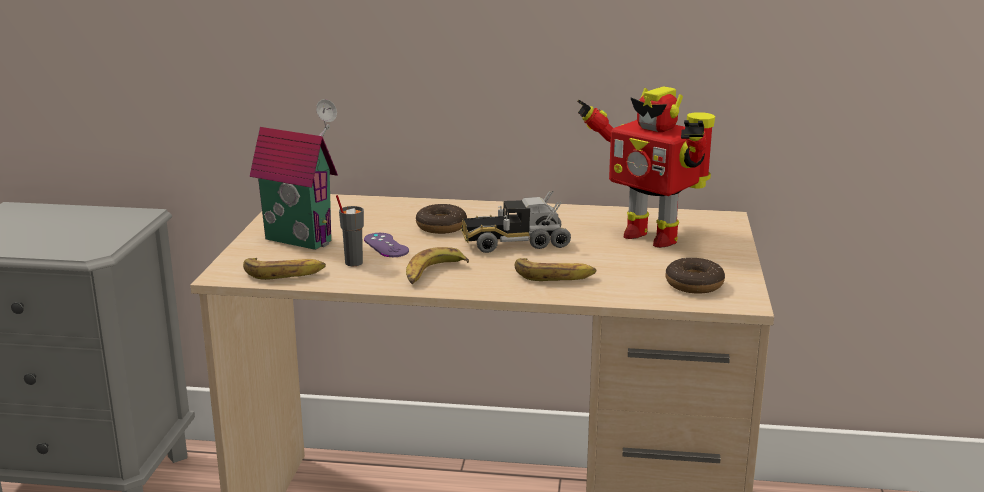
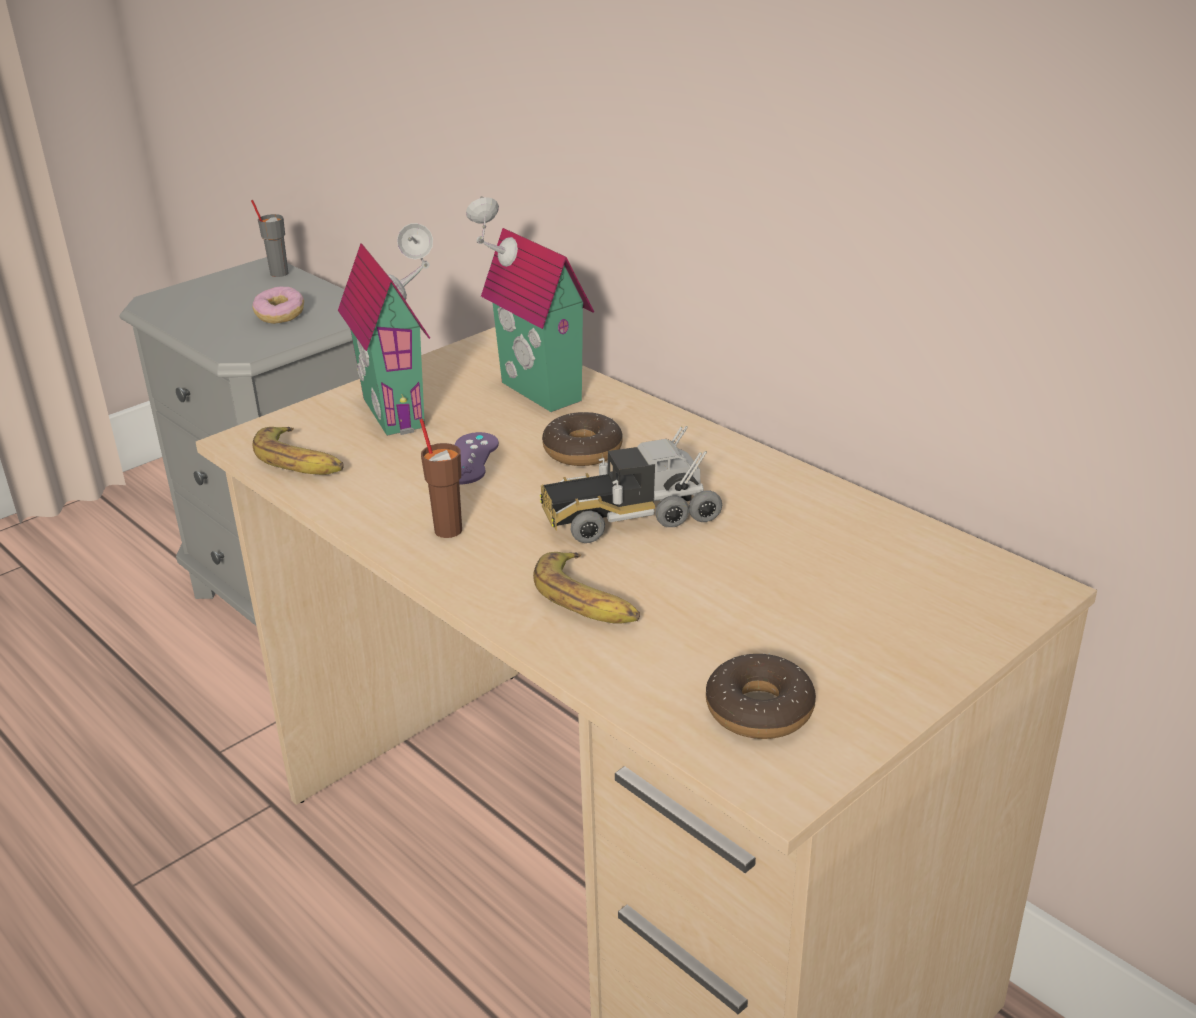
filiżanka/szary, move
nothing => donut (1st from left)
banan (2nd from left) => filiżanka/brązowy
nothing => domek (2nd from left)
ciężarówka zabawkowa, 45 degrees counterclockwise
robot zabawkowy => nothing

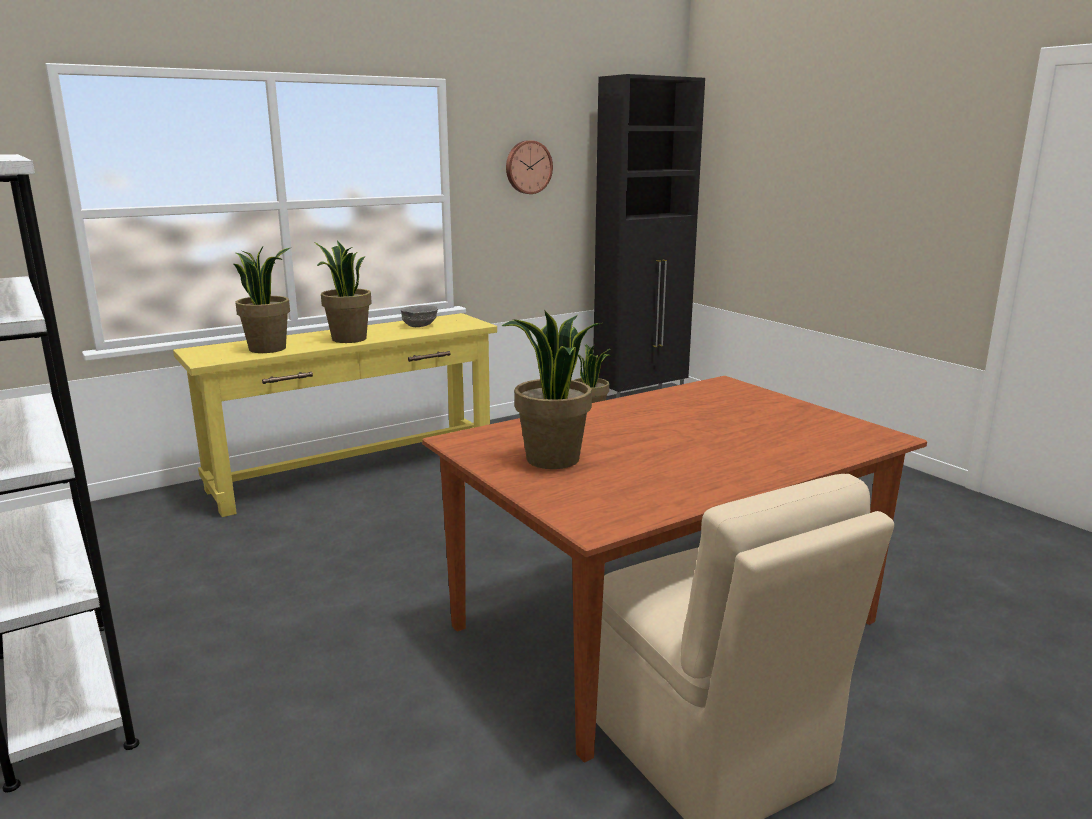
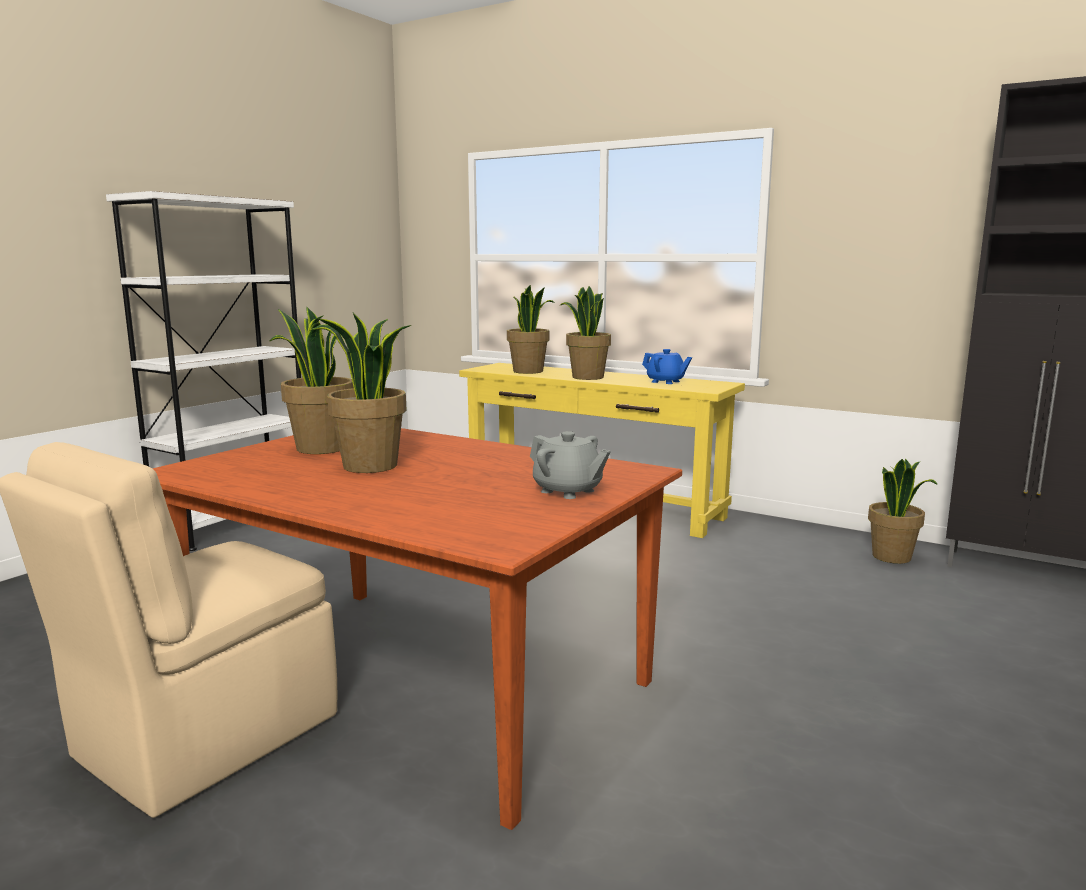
nothing => roślina doniczkowa (2nd from left)
nothing => imbryk/szary
miska/szary => imbryk/niebieski
zegar ścienny => nothing

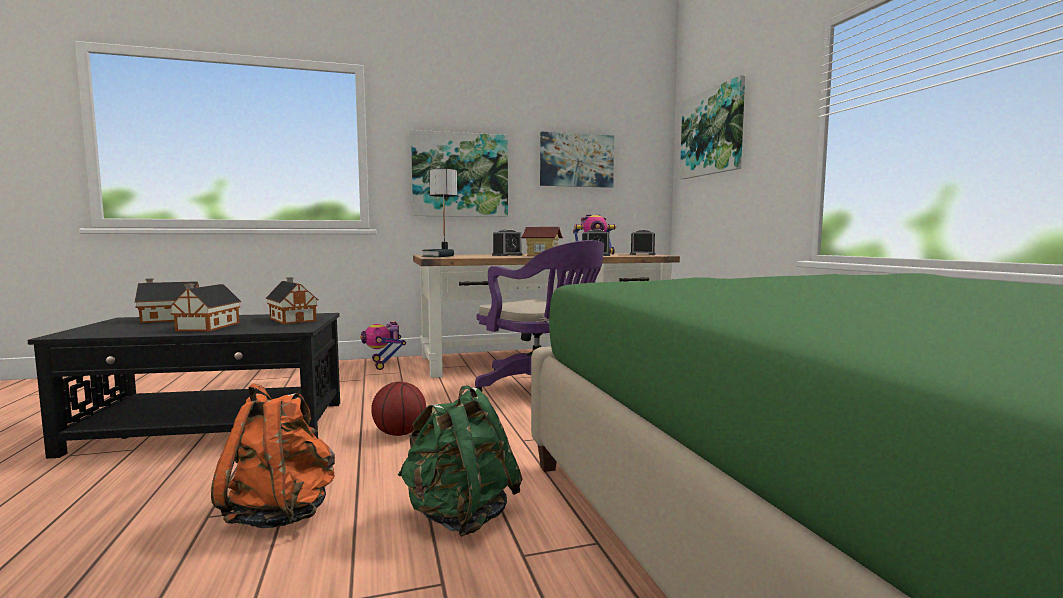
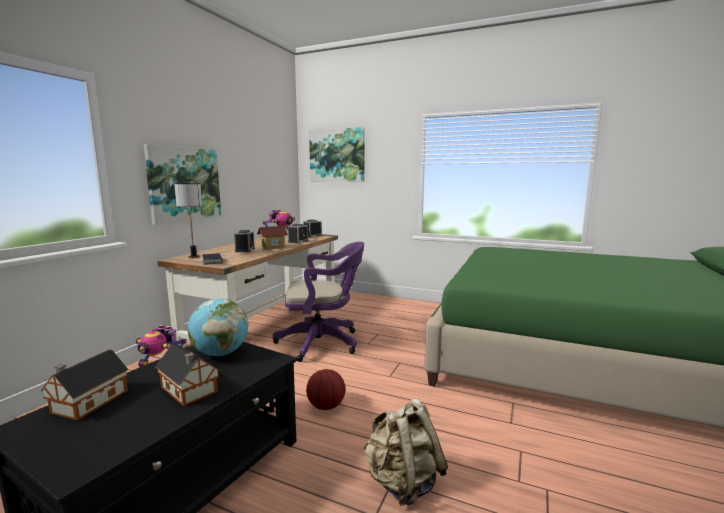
domek (3rd from left) => globus
plecak/pomarańczowy => plecak/beżowy
plecak/zielony => nothing
obraz (2nd from left) => nothing

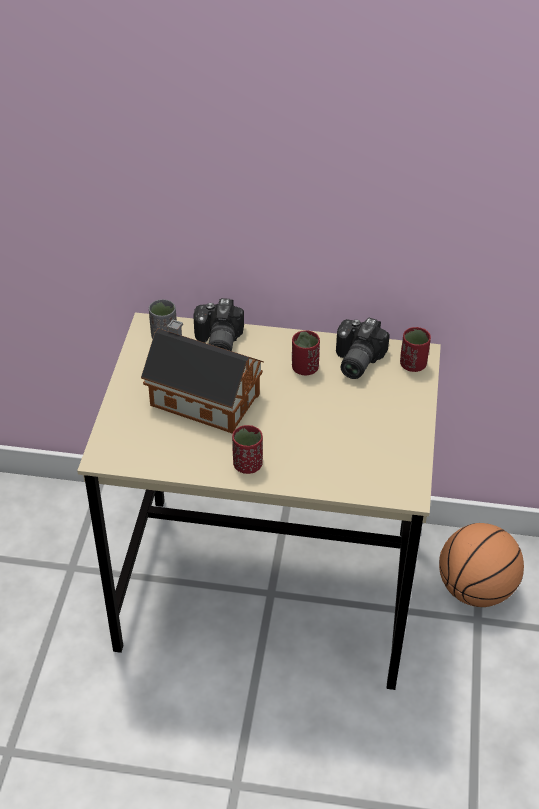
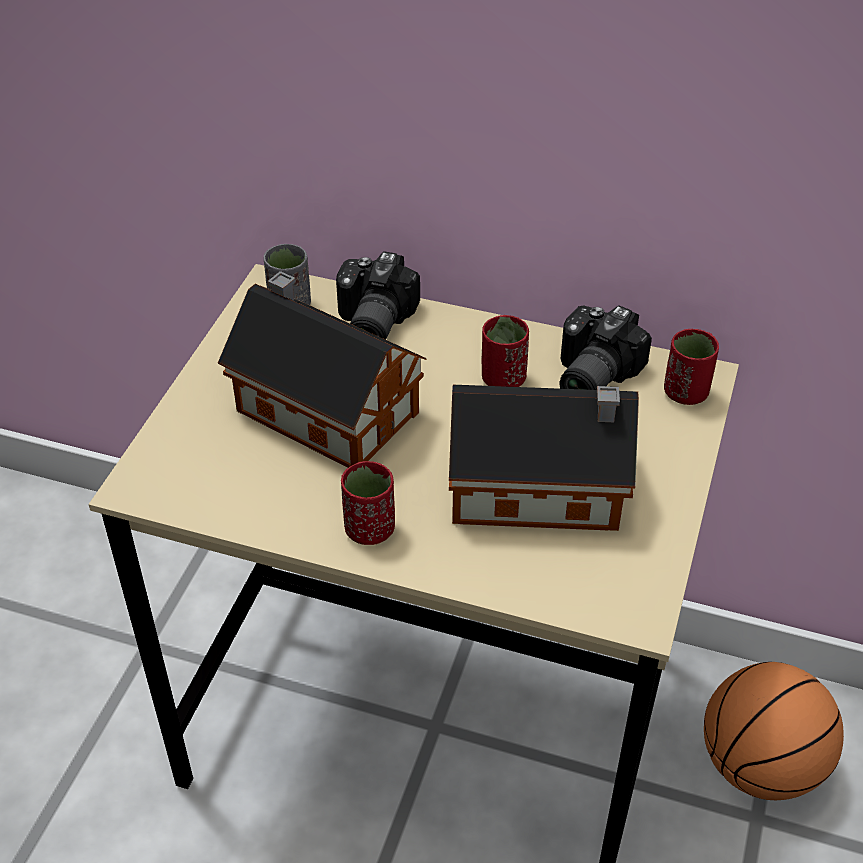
nothing => domek (2nd from left)

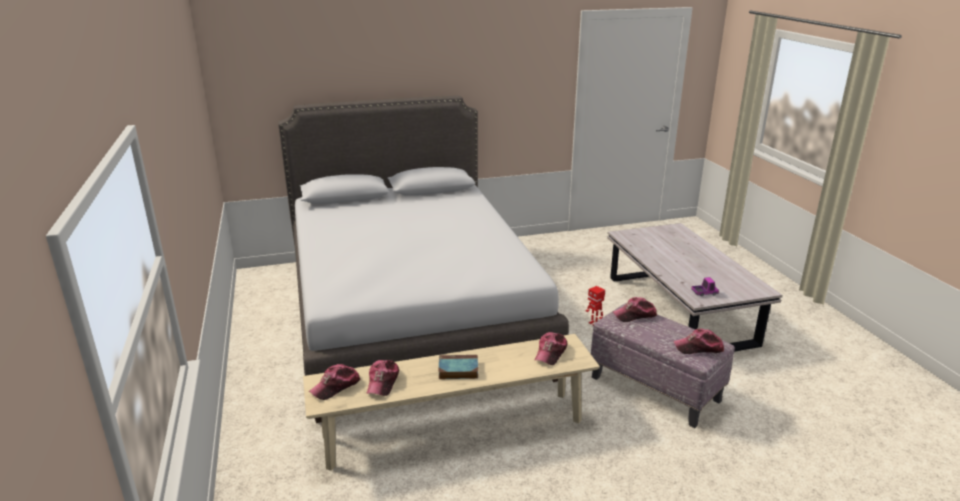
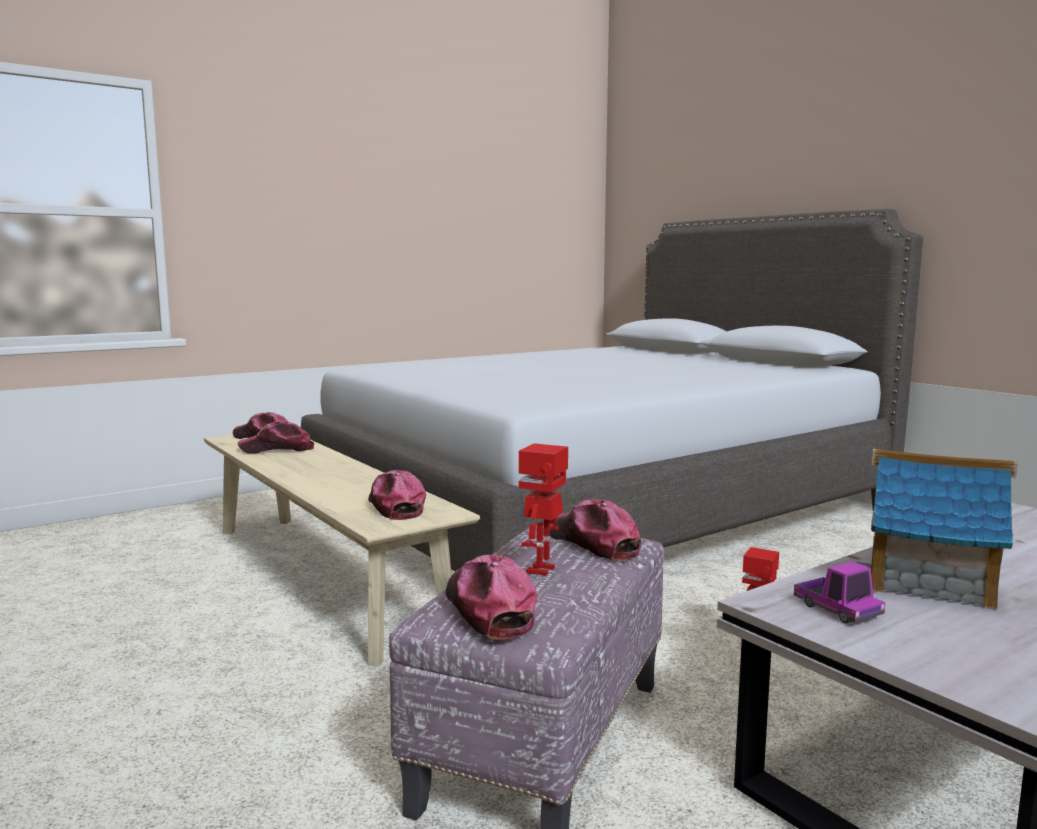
czapka z daszkiem (3rd from left), 60 degrees clockwise
nothing => robot zabawkowy (1st from left)
nothing => domek
książka => nothing

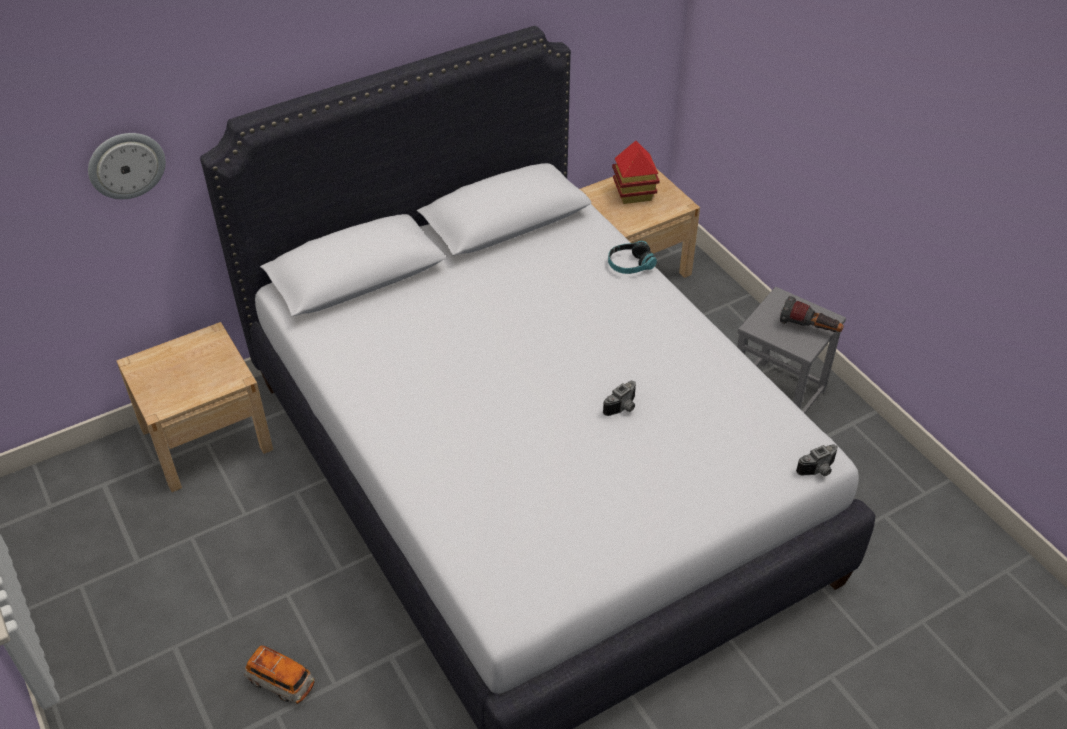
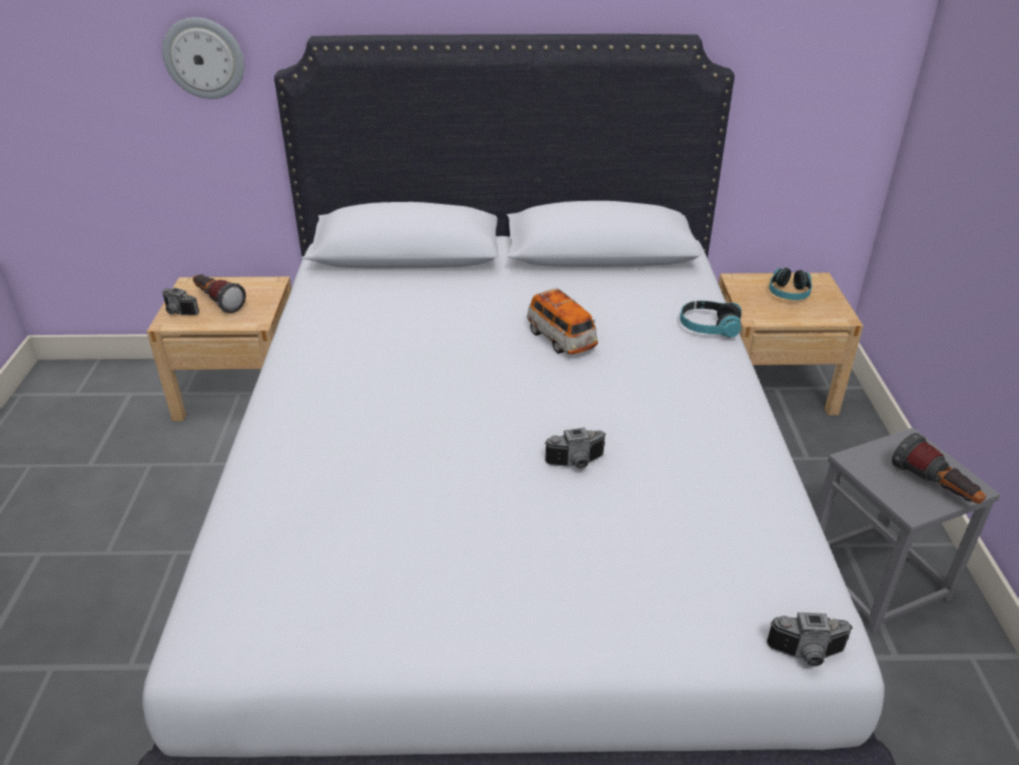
nothing => aparat fotograficzny (1st from left)
nothing => latarka (1st from left)
samochodzik, move
domek => słuchawki (2nd from left)

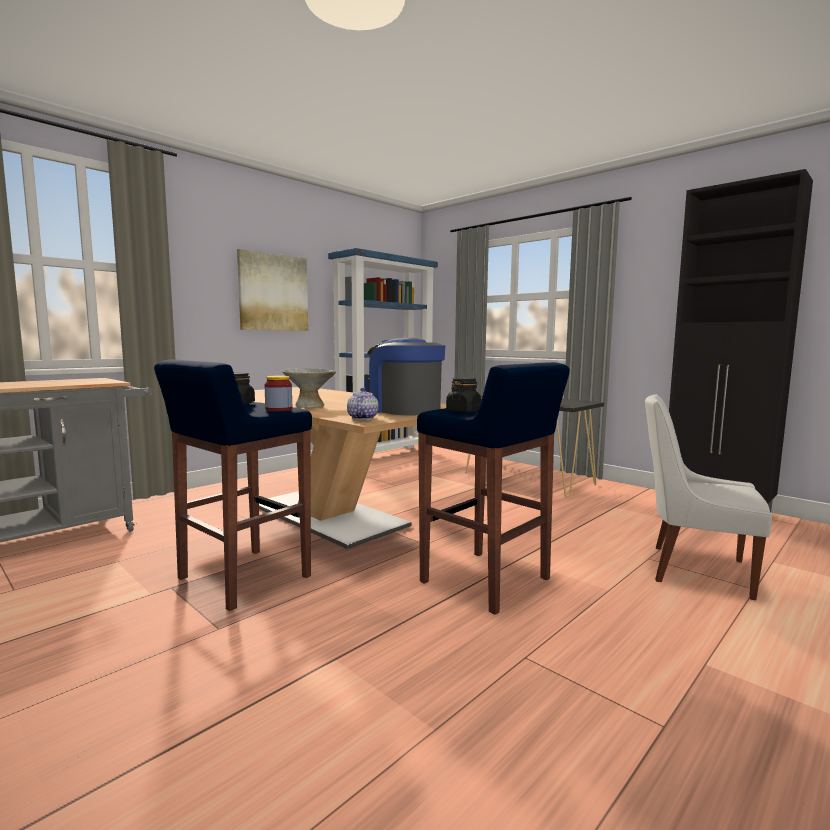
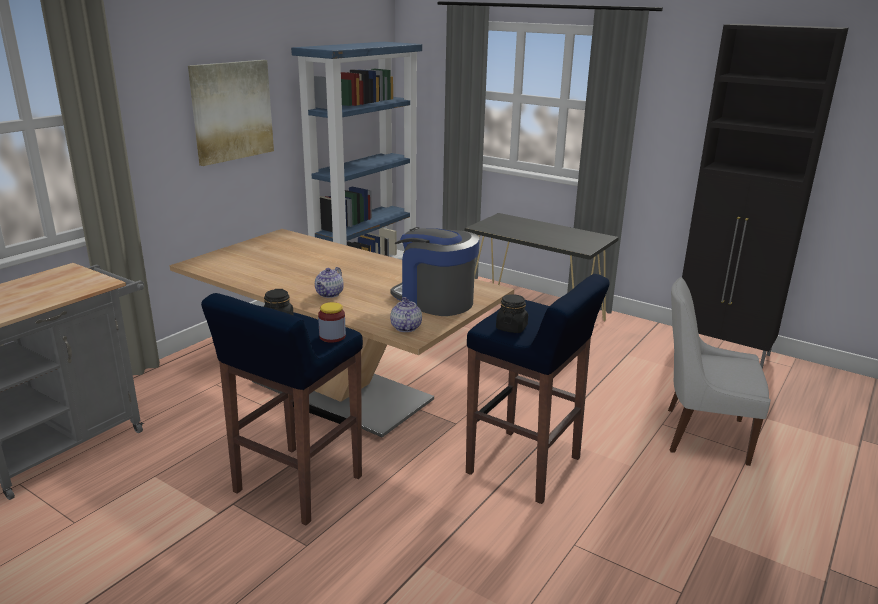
miska/szary => imbryk (1st from left)

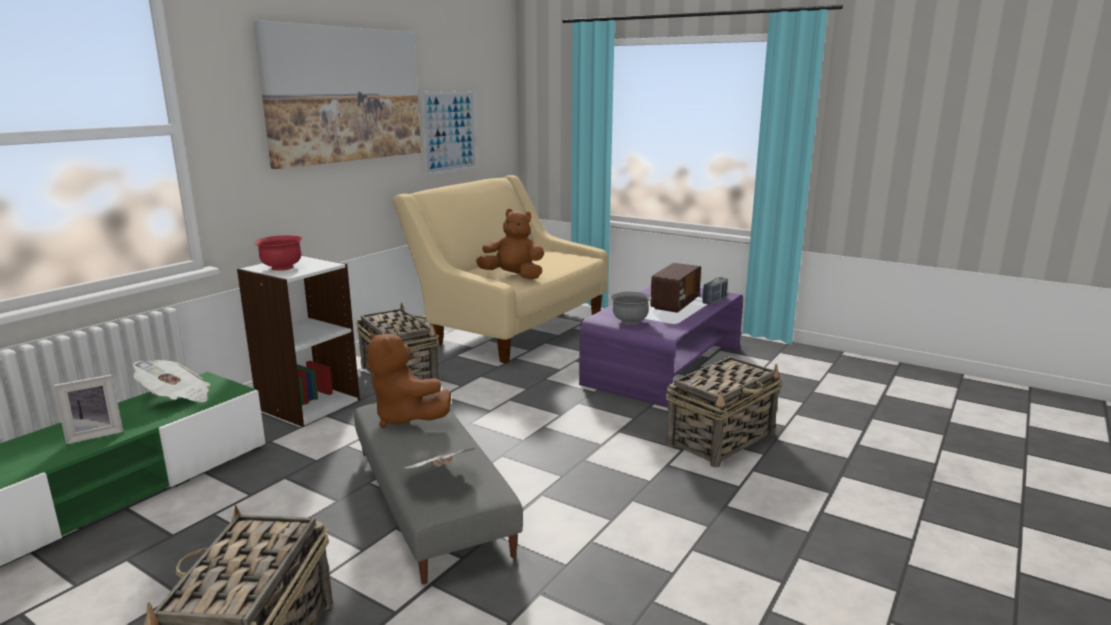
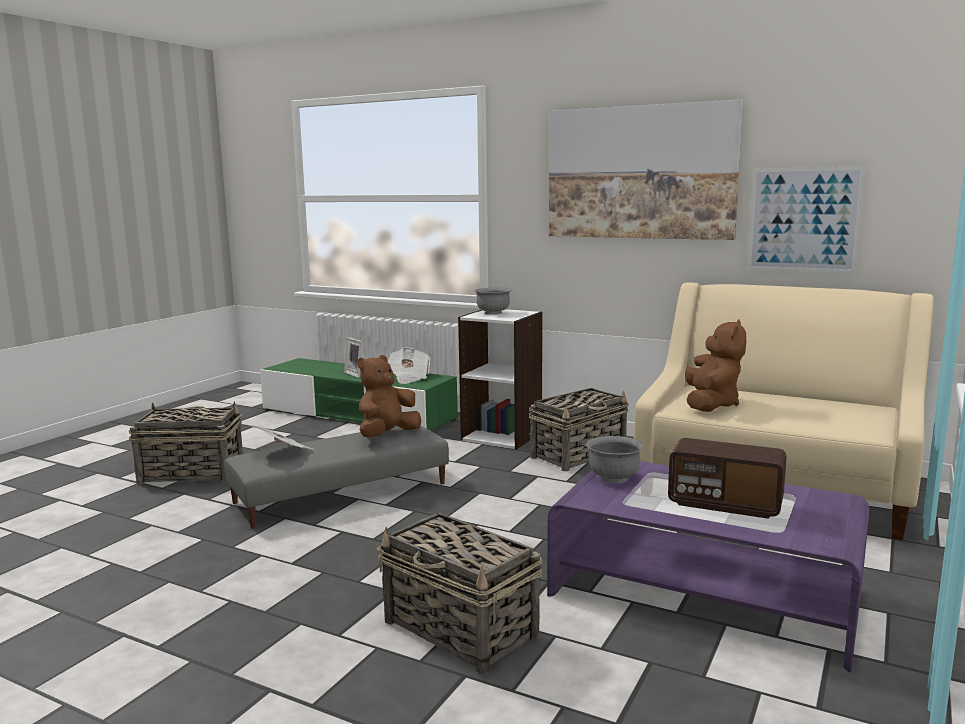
miska/czerwony => miska/szary (1st from left)
radio (2nd from left) => nothing

